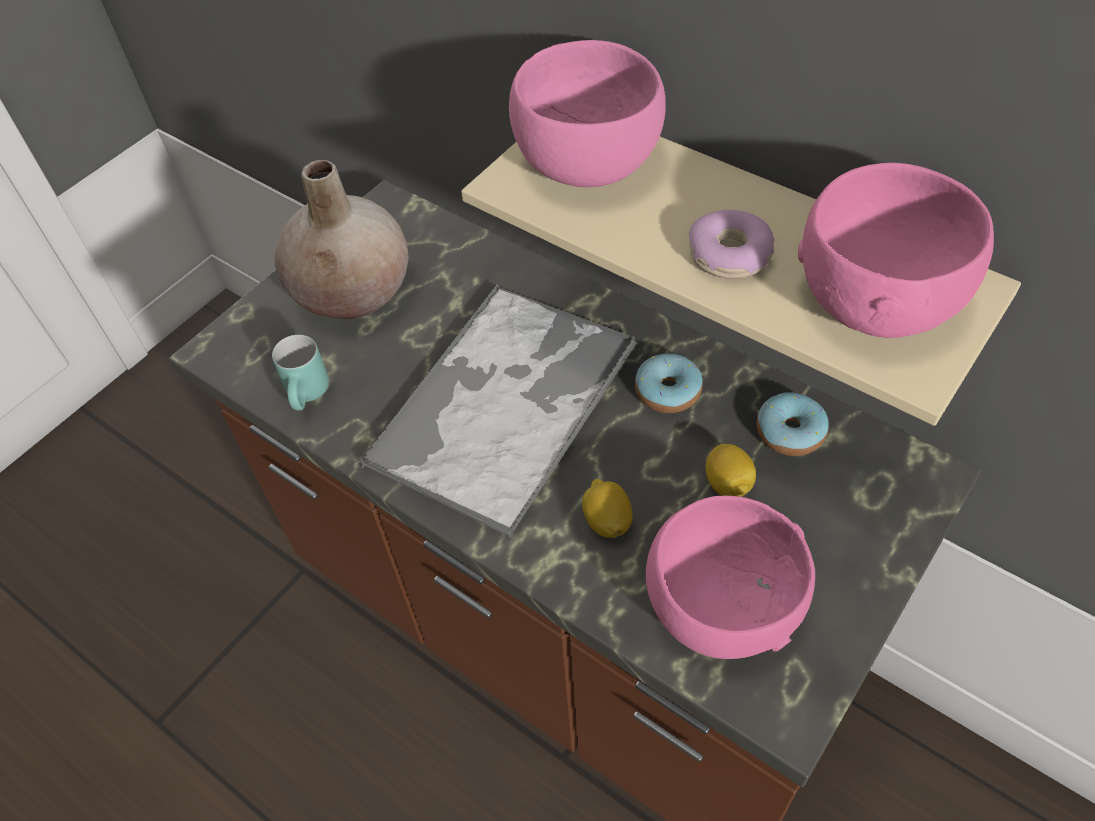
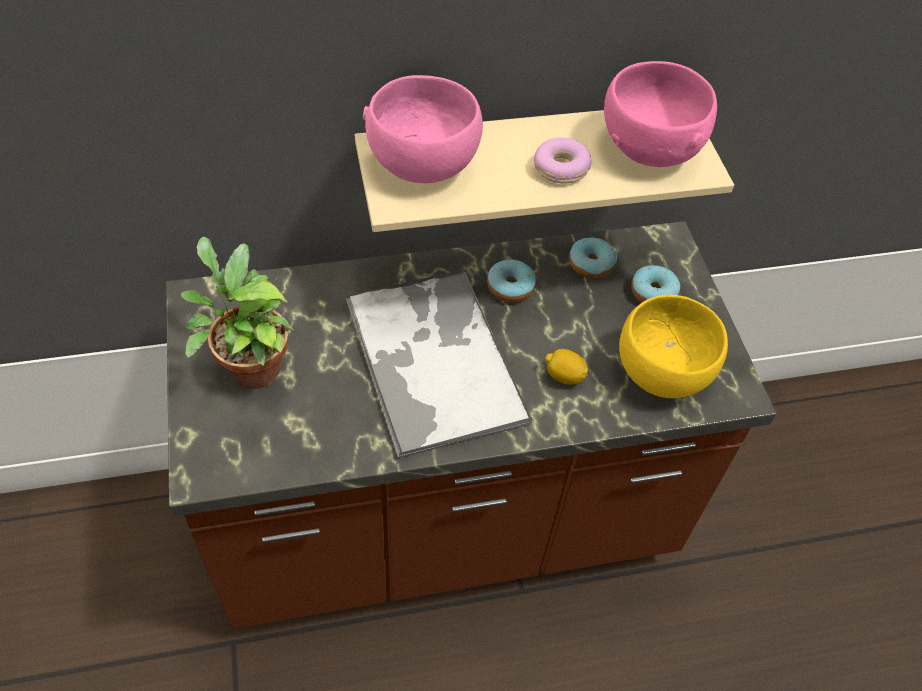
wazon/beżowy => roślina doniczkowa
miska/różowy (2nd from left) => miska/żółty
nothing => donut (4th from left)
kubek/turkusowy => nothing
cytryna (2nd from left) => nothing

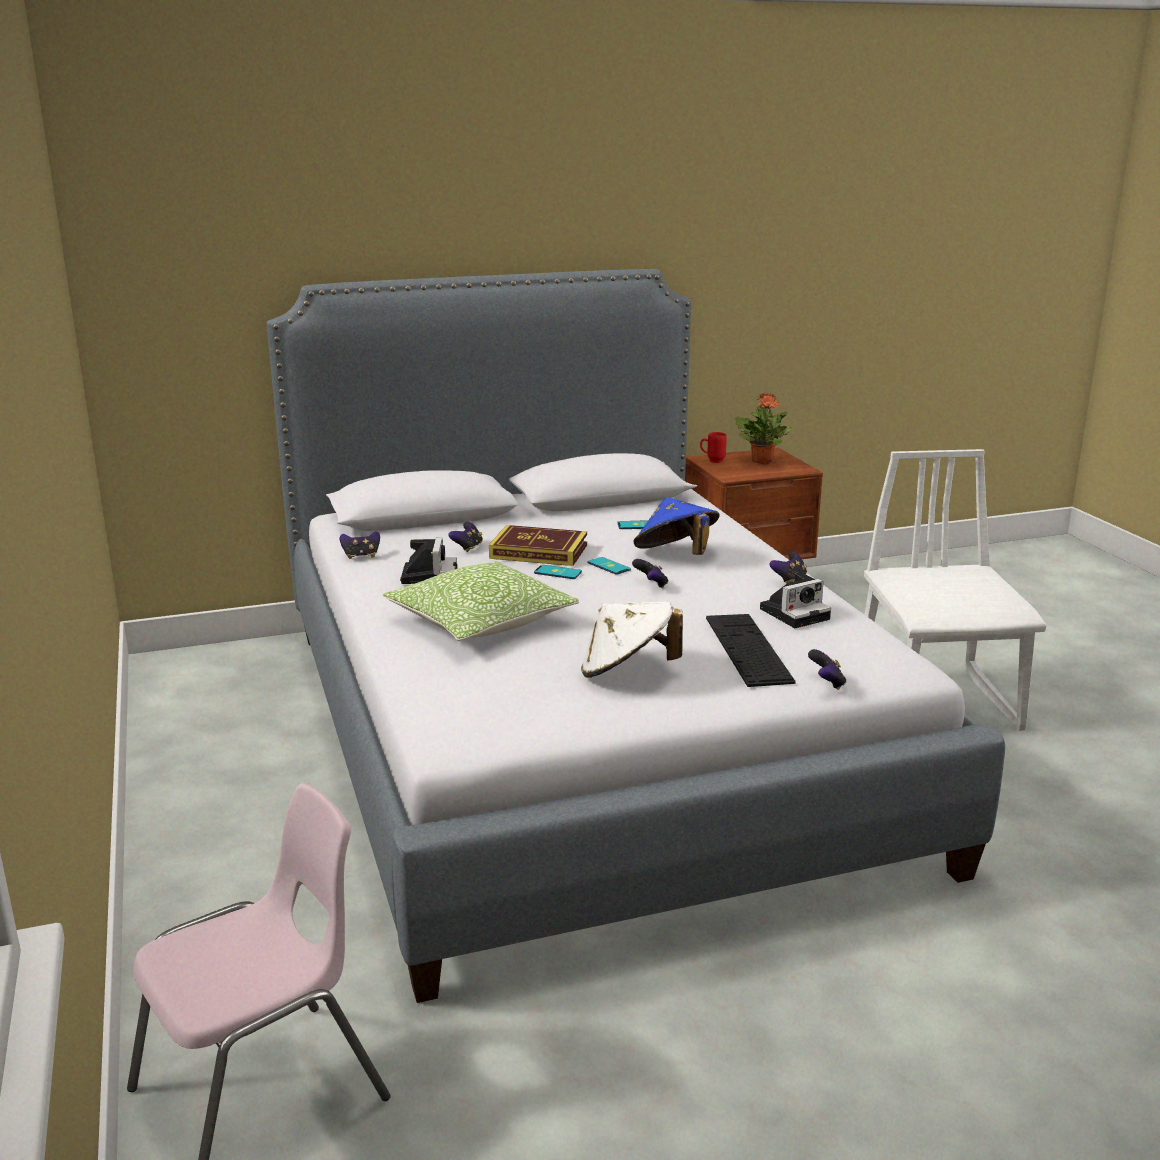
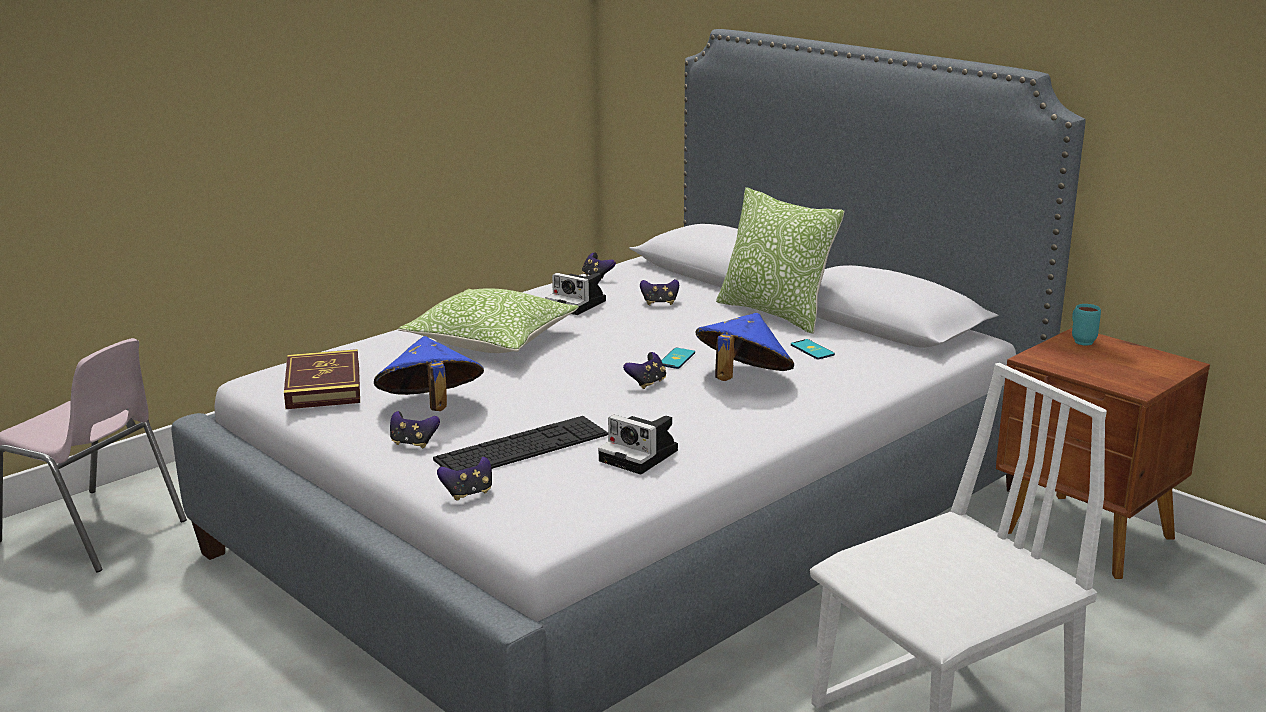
książka, move
kapelusz/biały => kapelusz/niebieski (1st from left)
pad do gier (4th from left in the first image) => pad do gier (1st from left), move
aparat fotograficzny (1st from left), 60 degrees clockwise
nothing => poduszka (2nd from left)
kubek/czerwony => kubek/turkusowy
telefon (1st from left) => nothing
roślina doniczkowa => nothing

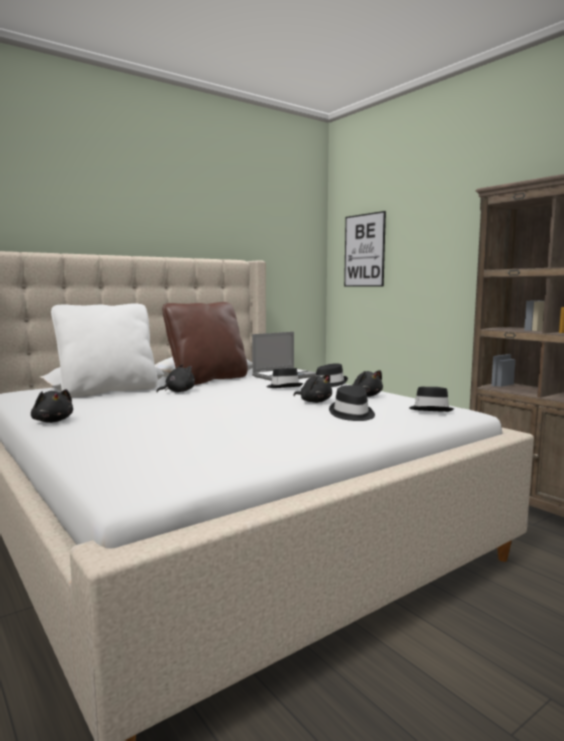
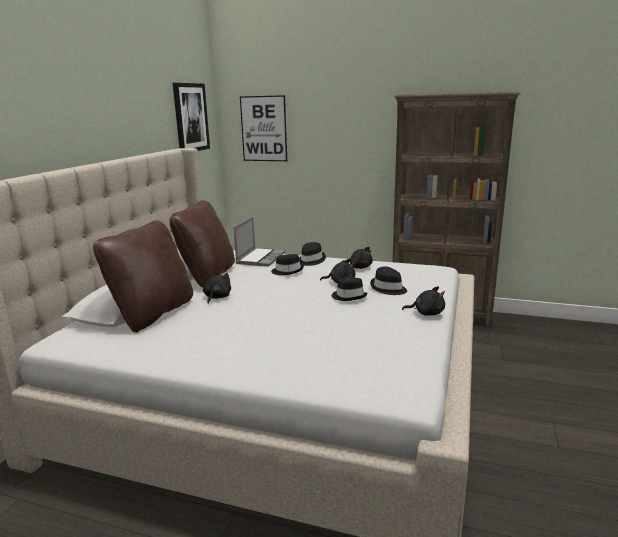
poduszka/biały => poduszka/brązowy (1st from left)
nothing => obraz (1st from left)
kapelusz/czarny (4th from left in the first image) => kapelusz/czarny (3rd from left), move
pluszak/czarny (1st from left in the first image) => pluszak/czarny (4th from left), move

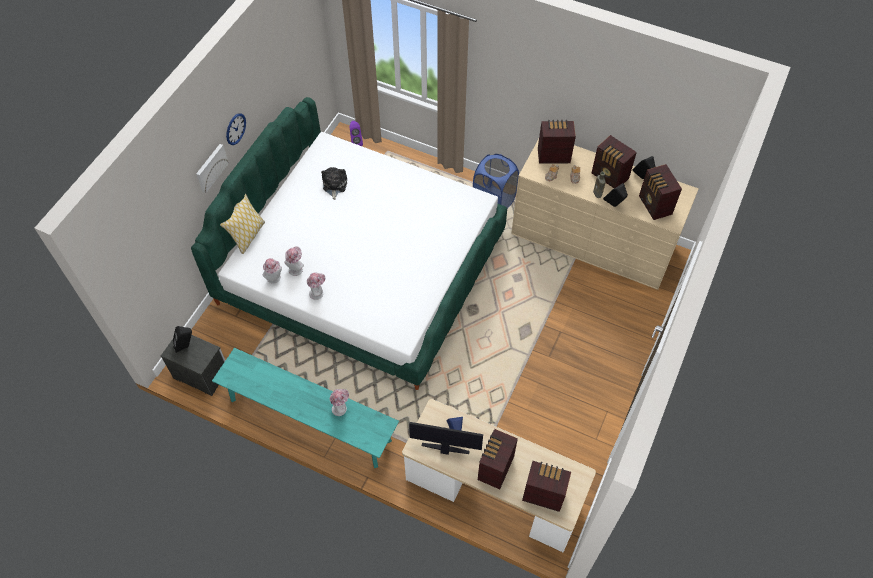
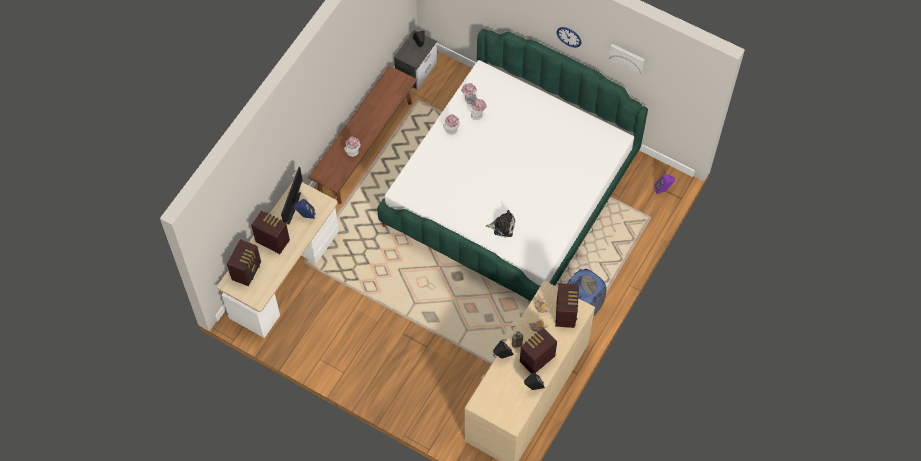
ławka/turkusowy => ławka/brązowy
pluszak, move
obraz, move
poduszka => nothing
radio (5th from left) => nothing

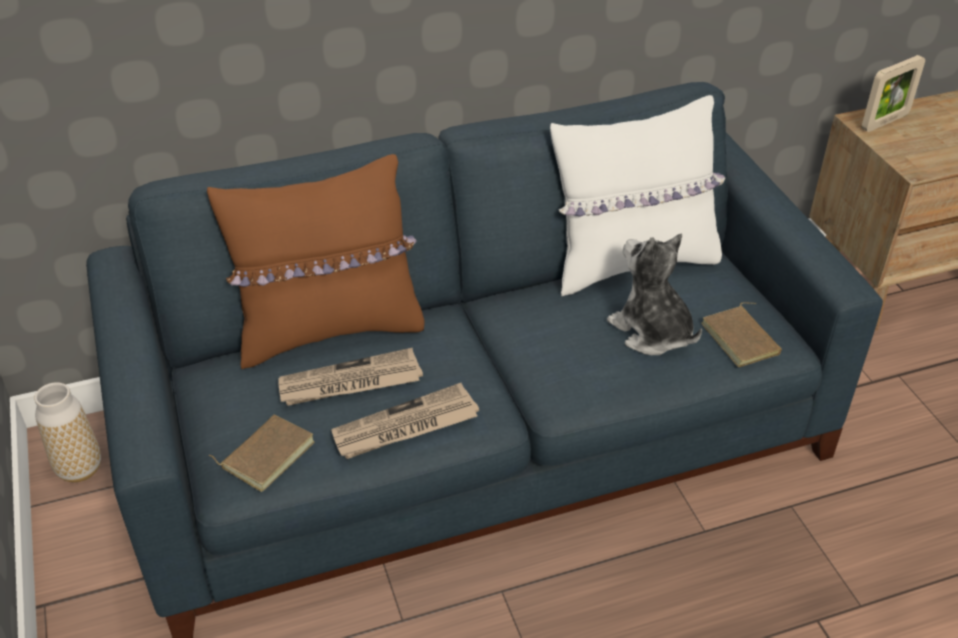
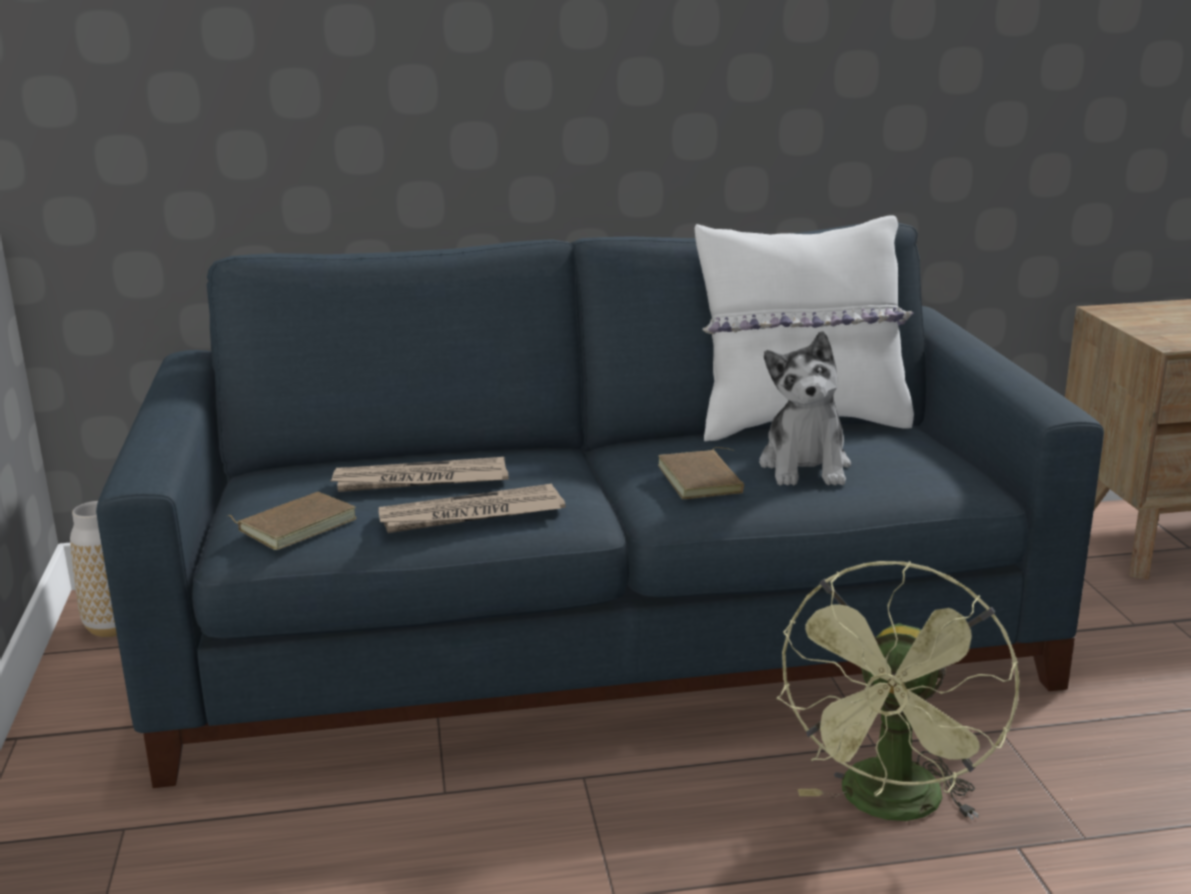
książka/brązowy (2nd from left), move
pluszak, 150 degrees counterclockwise
nothing => wentylator/zielony
poduszka/brązowy => nothing
ramka na zdjęcie => nothing

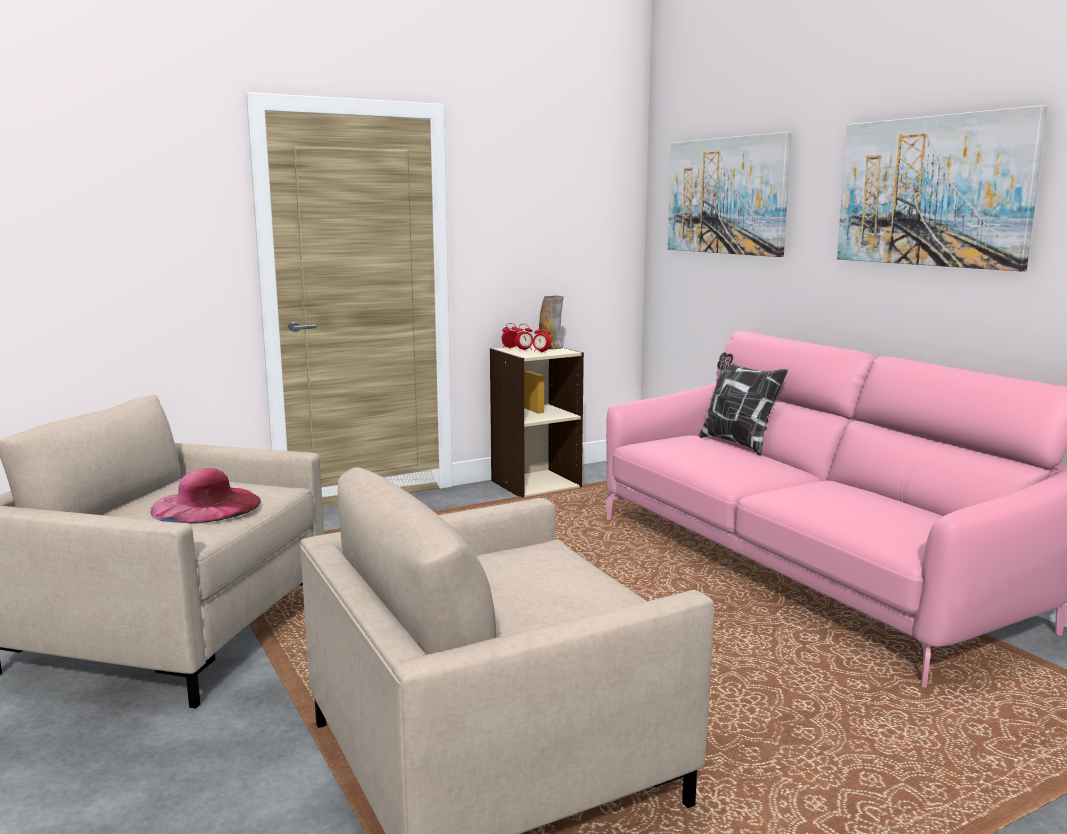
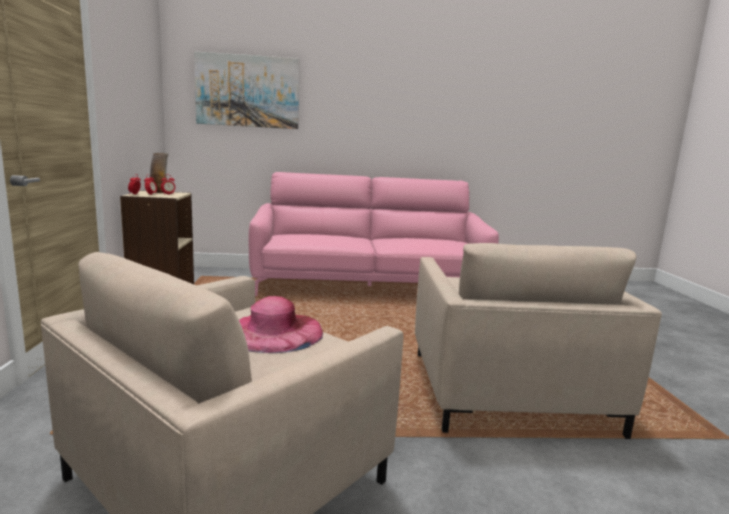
poduszka => nothing
obraz (2nd from left) => nothing

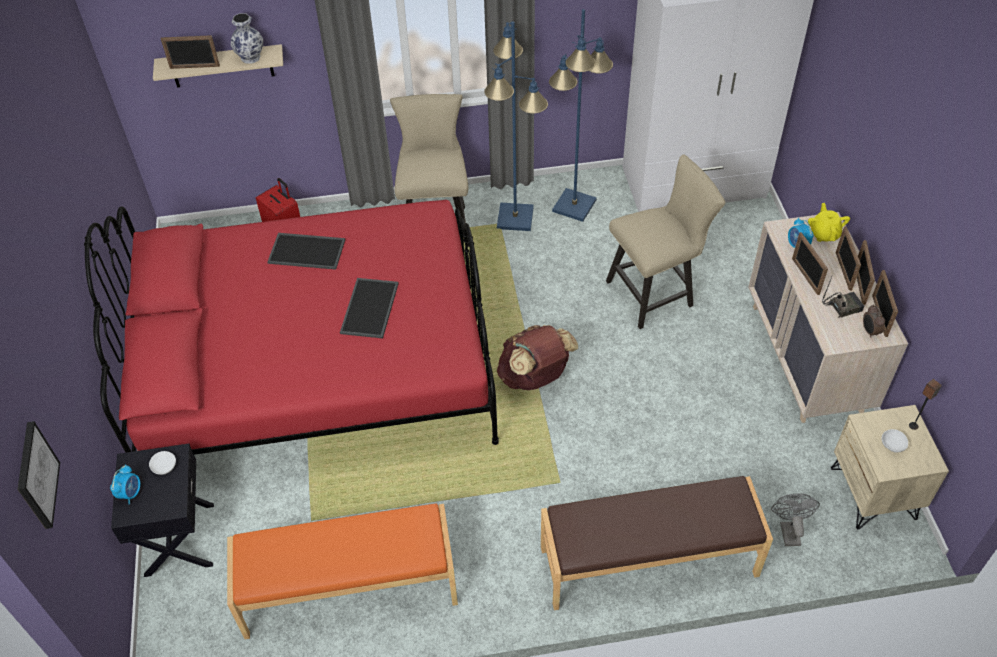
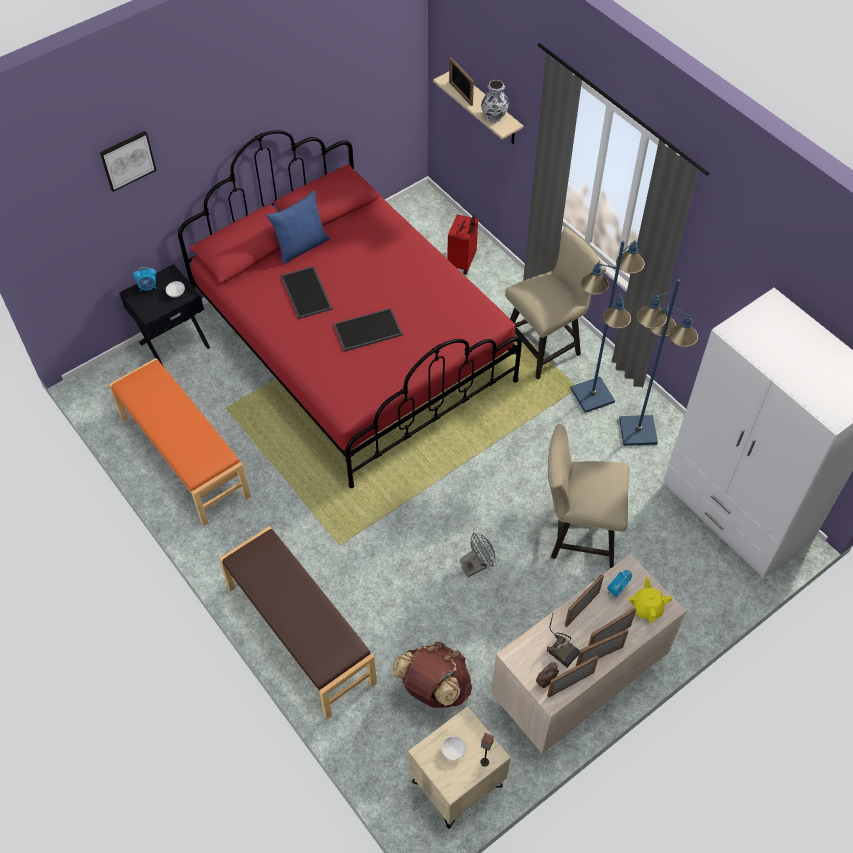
obraz, move
nothing => poduszka/niebieski
taca (1st from left), move
plecak/brązowy, move
wentylator/szary, move
krzesło/beżowy (2nd from left), 150 degrees clockwise
imbryk/żółty, 60 degrees counterclockwise

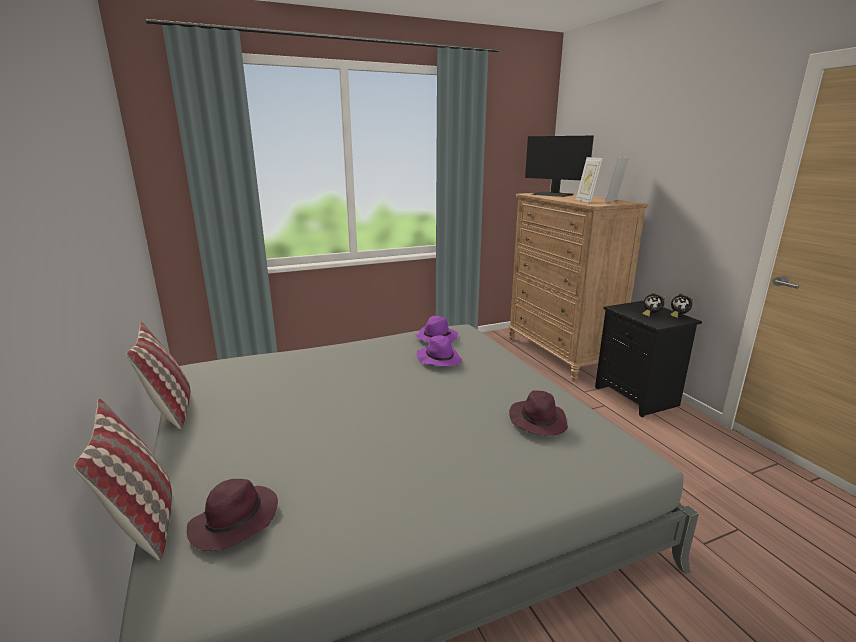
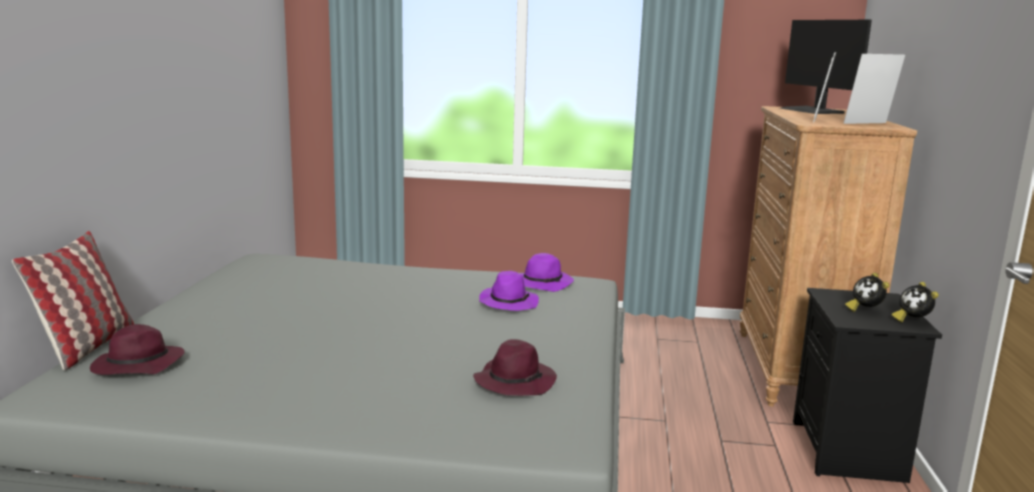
poduszka (2nd from left) => nothing

